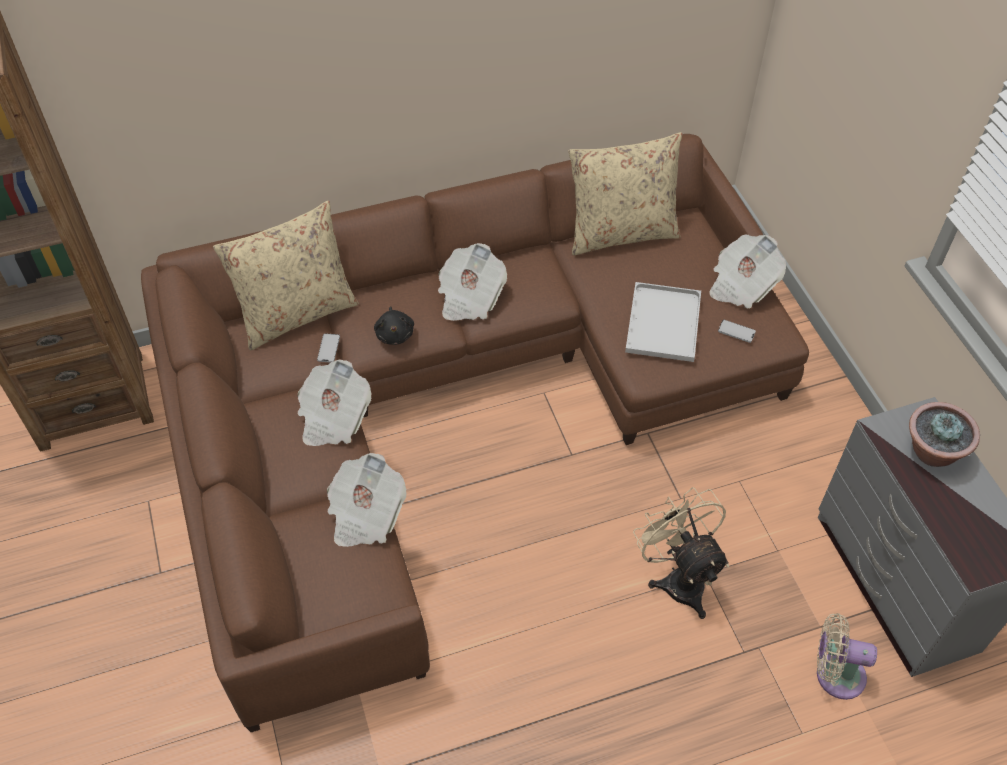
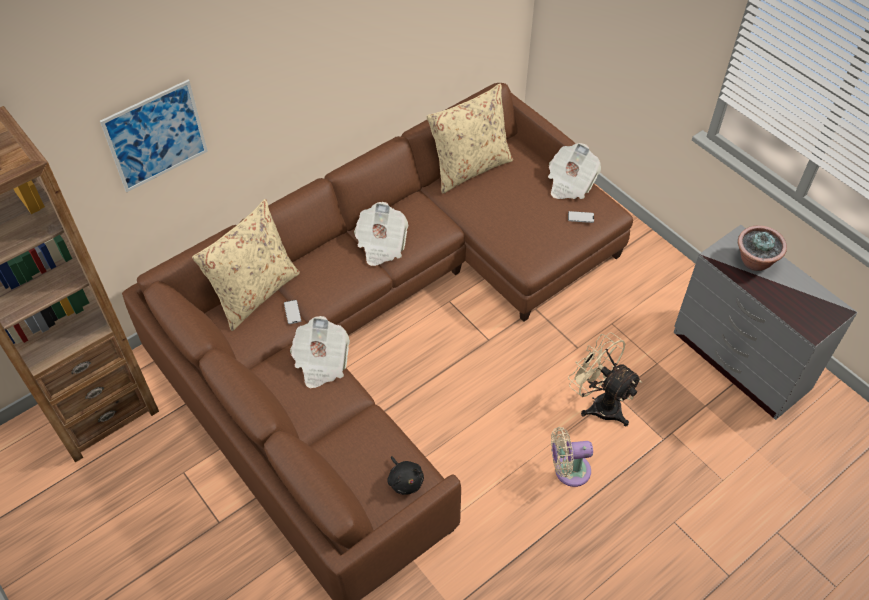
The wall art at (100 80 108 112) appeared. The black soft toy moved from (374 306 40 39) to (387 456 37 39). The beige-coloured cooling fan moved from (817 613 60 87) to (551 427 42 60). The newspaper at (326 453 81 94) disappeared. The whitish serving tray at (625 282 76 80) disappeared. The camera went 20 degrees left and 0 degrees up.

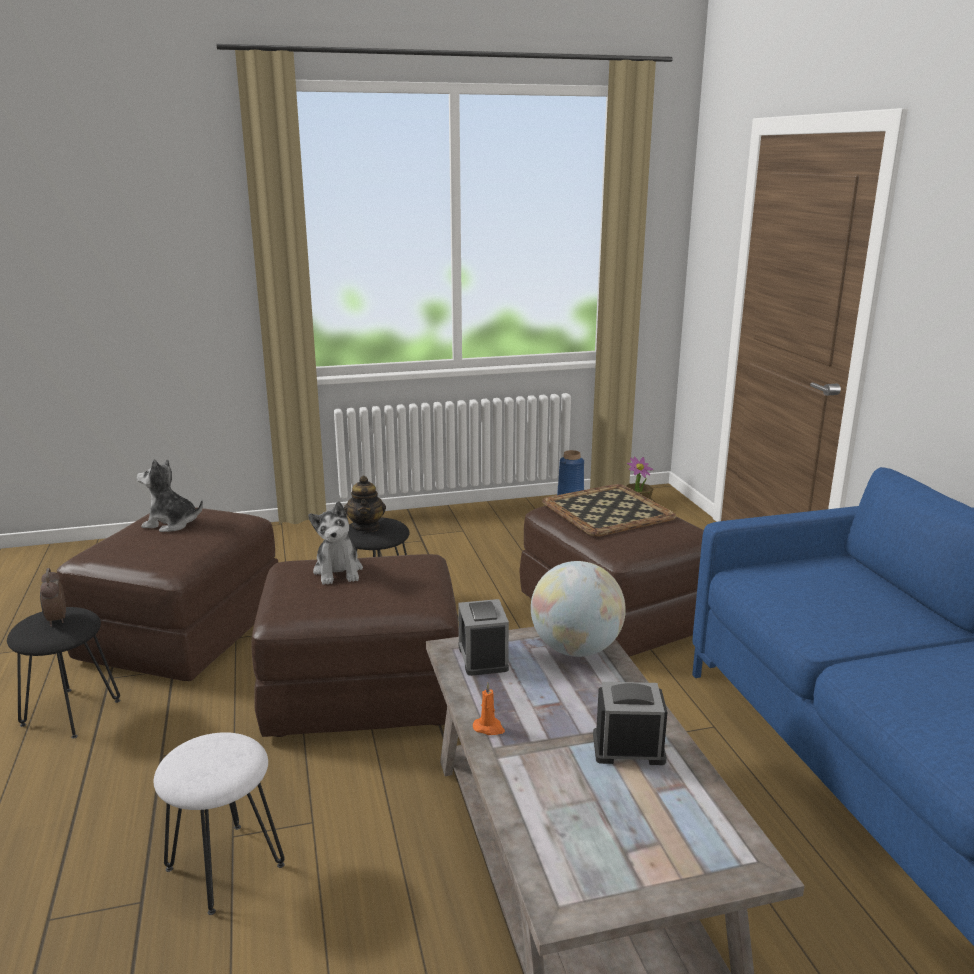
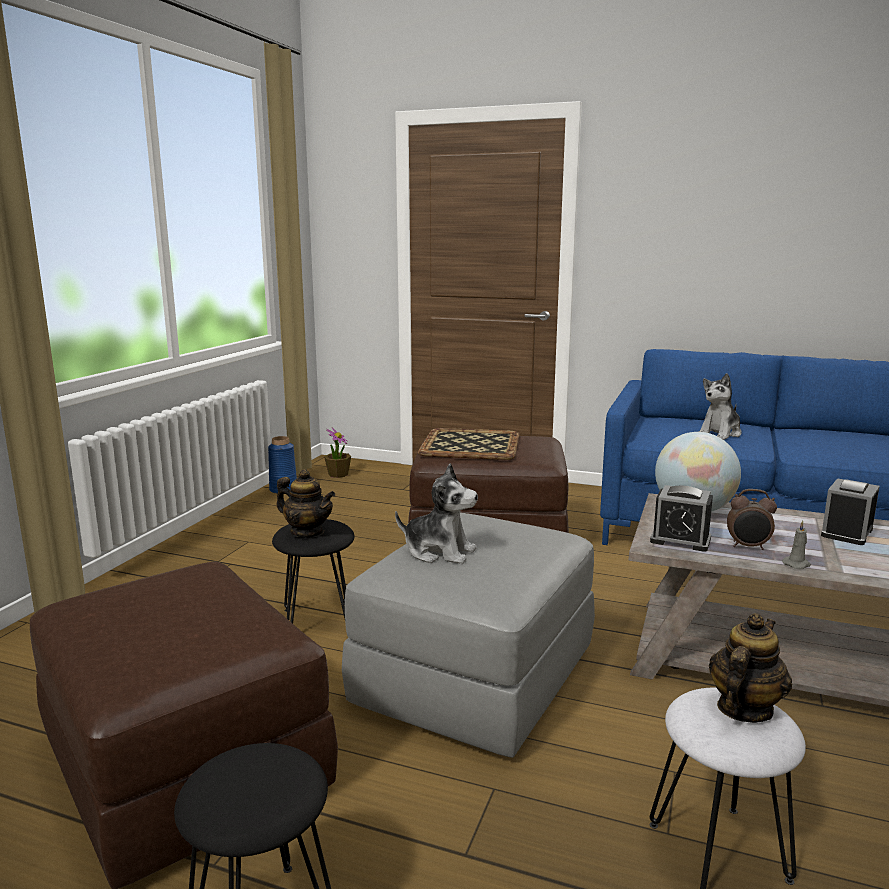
The brown-coloured footrest at (252 554 207 183) became the grey footrest at (342 513 253 245). The soft toy moved from (137 459 66 73) to (698 373 44 67). The pot for tea at (709 613 83 110) appeared. The table clock moved from (40 568 26 59) to (727 489 50 61). The orange wax light at (473 683 32 52) became the grey wax light at (782 520 29 49). The camera went 55 degrees left and 5 degrees down.

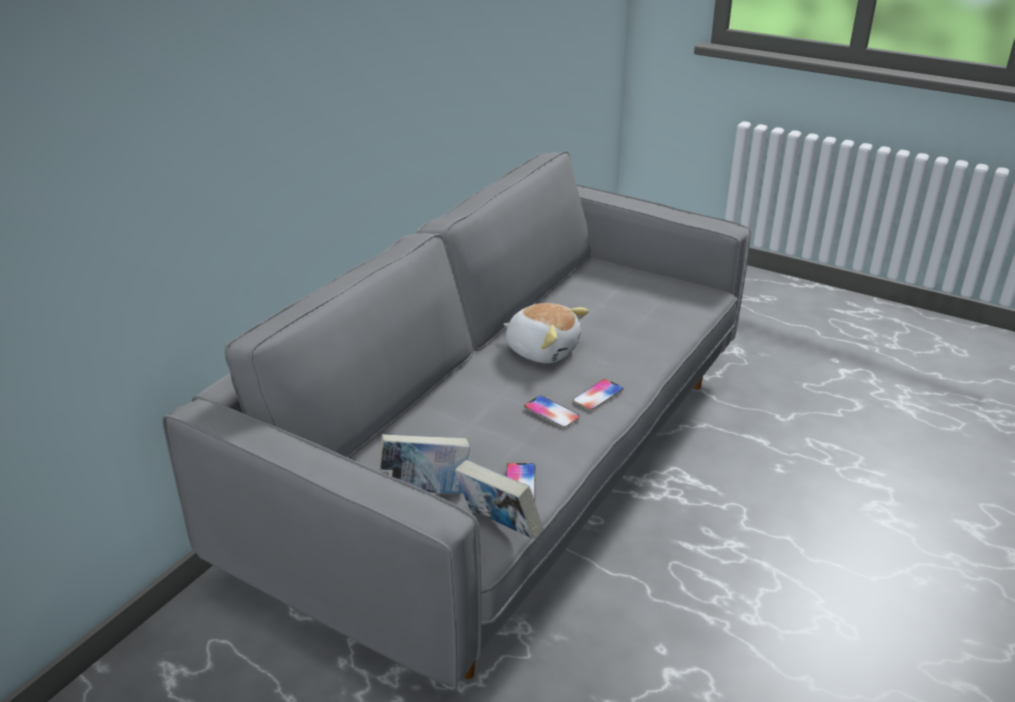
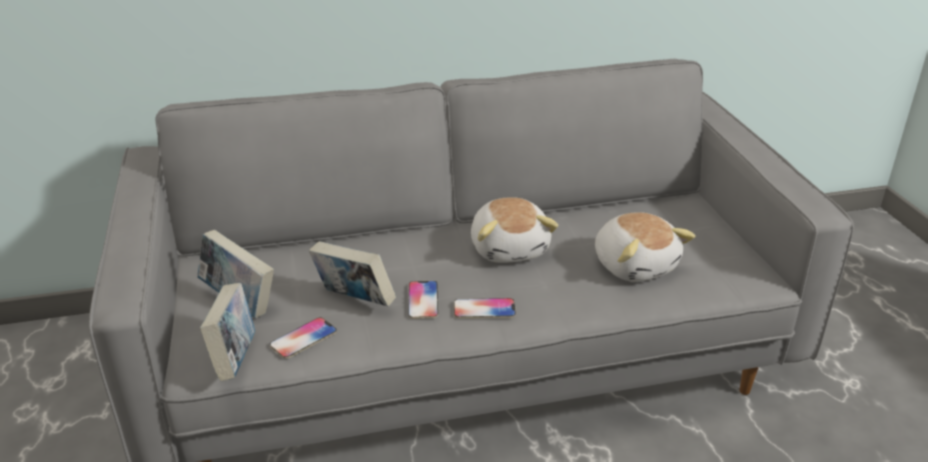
The book at (309 241 87 66) appeared. The soft toy at (595 212 100 70) appeared. The camera went 45 degrees right and 0 degrees up.

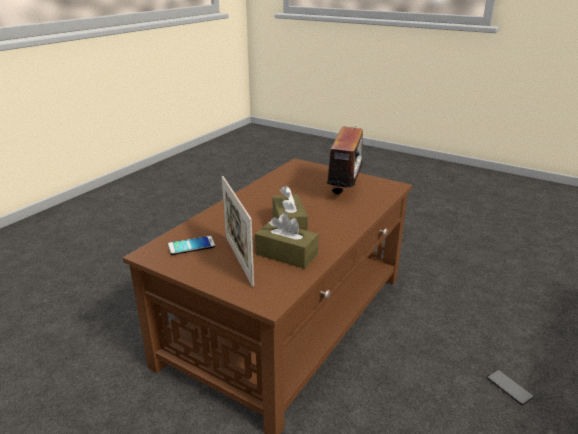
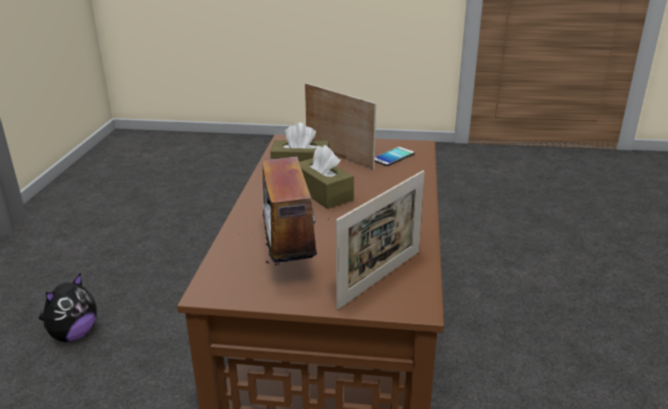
The handset at (487 370 47 35) was replaced by the soft toy at (39 273 58 69). The standing frame at (336 171 89 138) appeared. The camera went 155 degrees right and 0 degrees up.

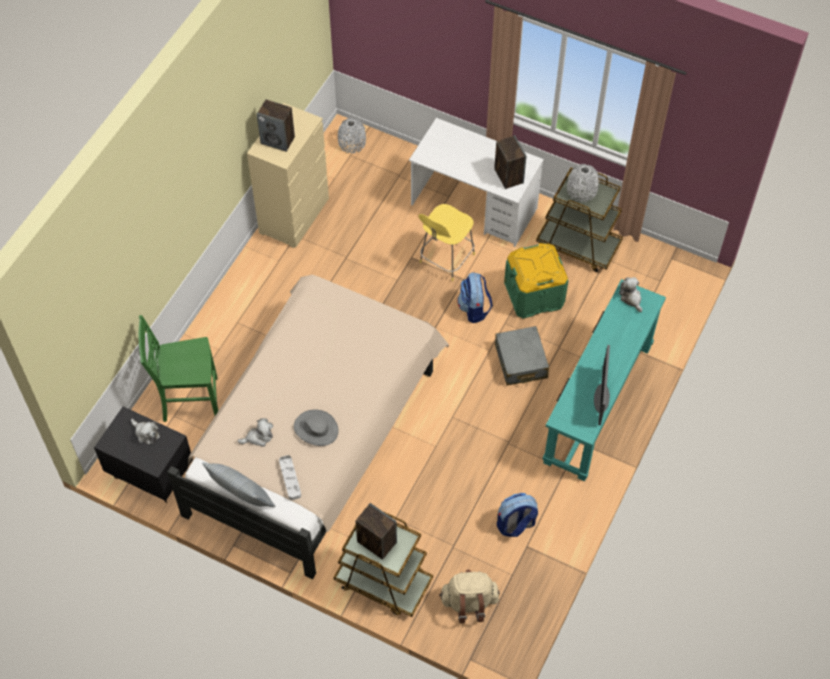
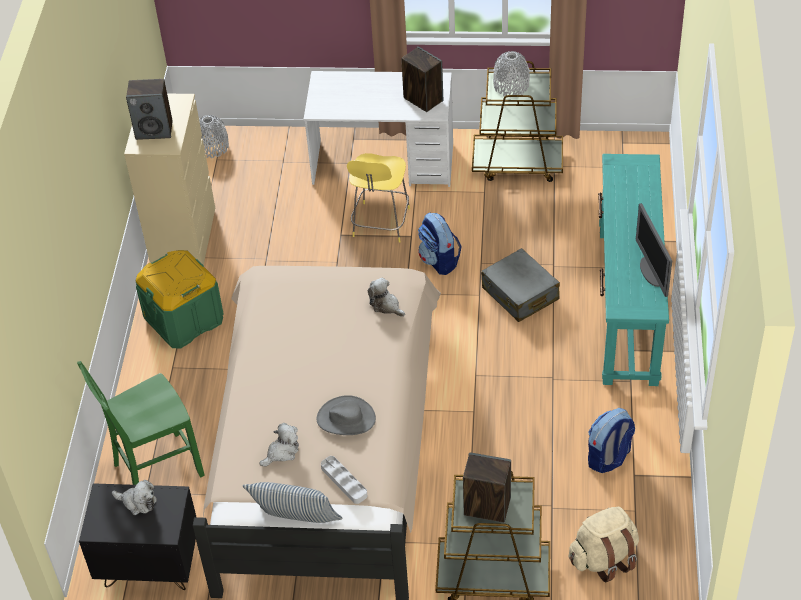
The greenish storage container moved from (504 243 64 75) to (136 250 87 99). The soft toy moved from (619 277 23 35) to (368 278 37 38). The camera went 20 degrees left and 10 degrees down.

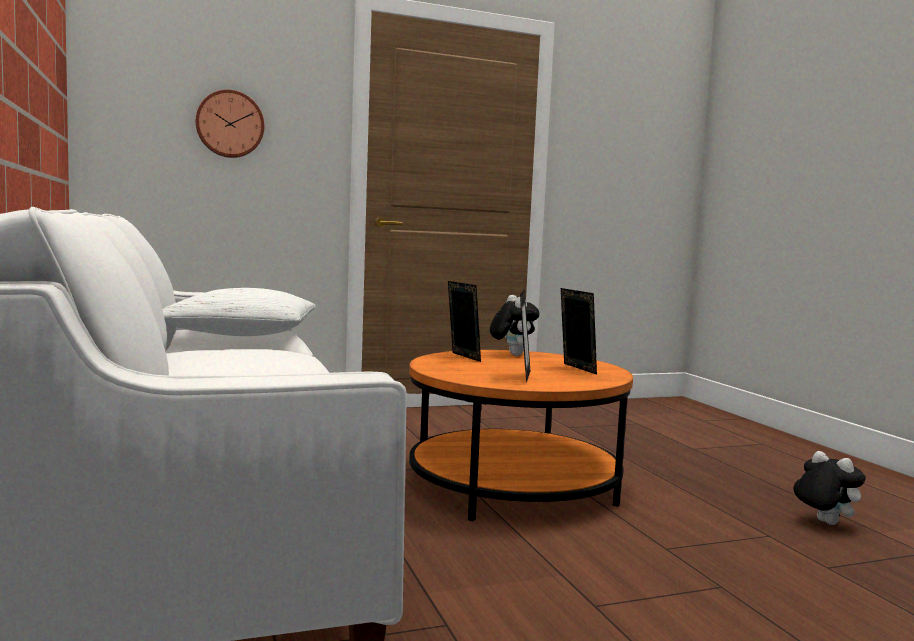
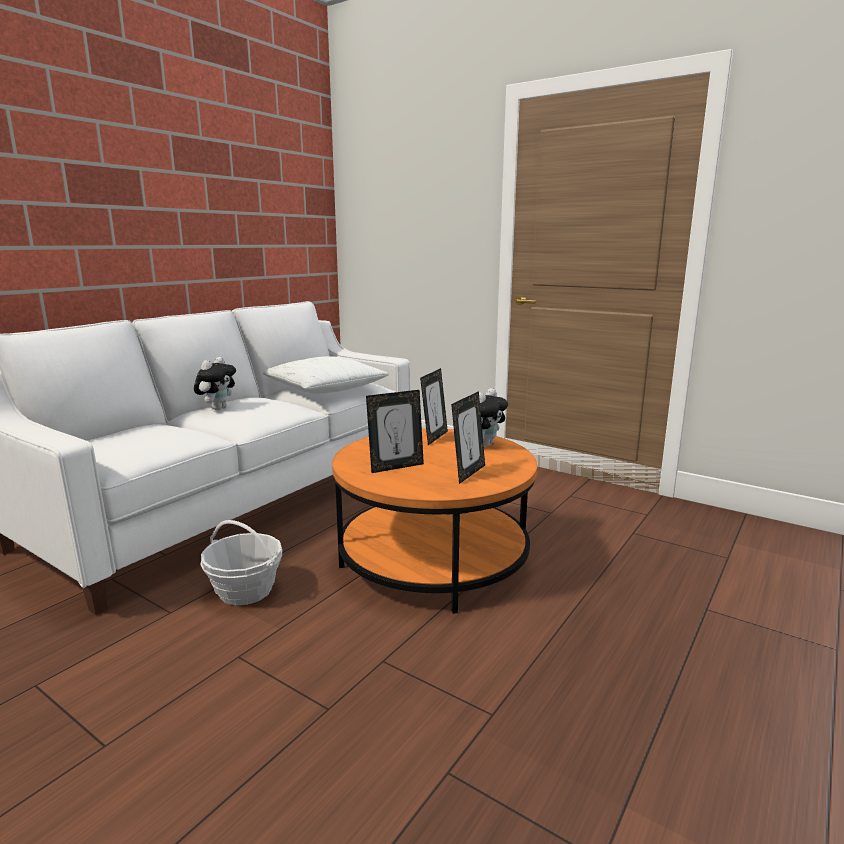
The soft toy moved from (793 451 73 74) to (194 357 42 53). The storage basket at (200 520 82 85) appeared. The wall clock at (196 90 68 68) disappeared. The camera went 55 degrees right and 10 degrees up.

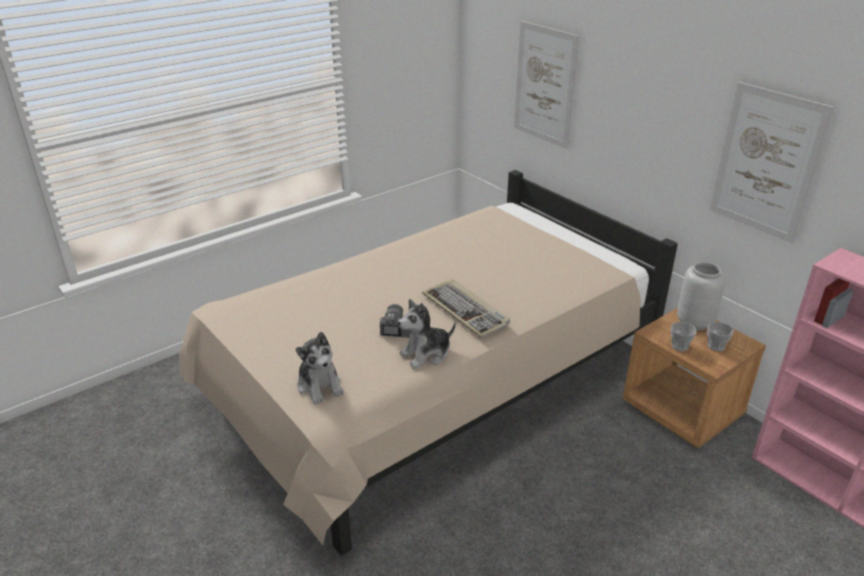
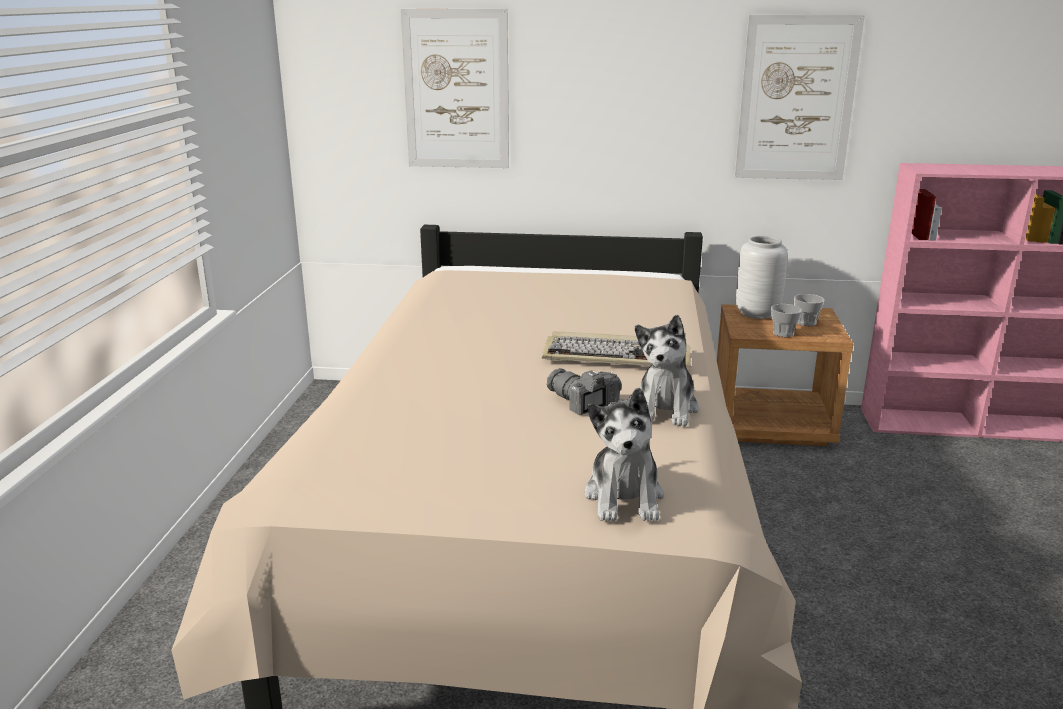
The soft toy at (296 332 48 73) turned 75 degrees clockwise. The camera went 45 degrees left and 10 degrees down.

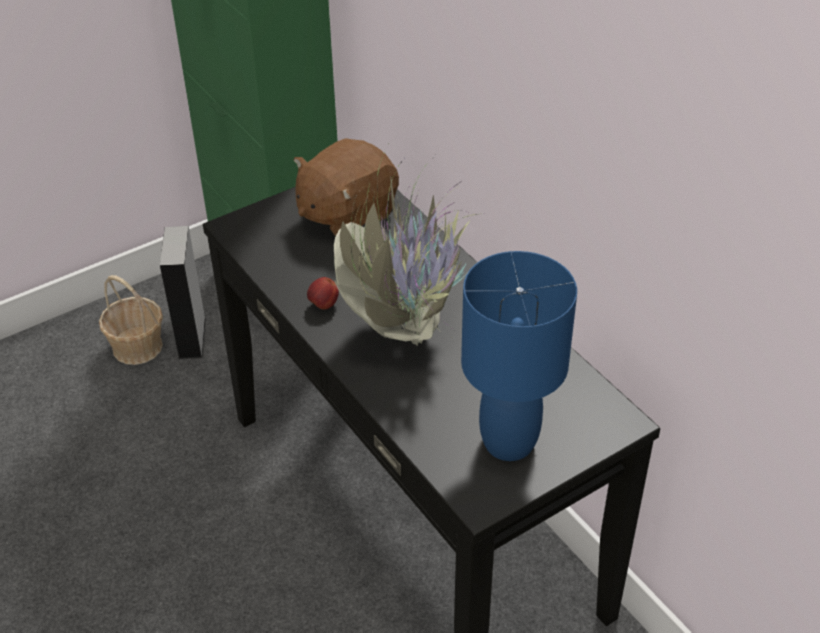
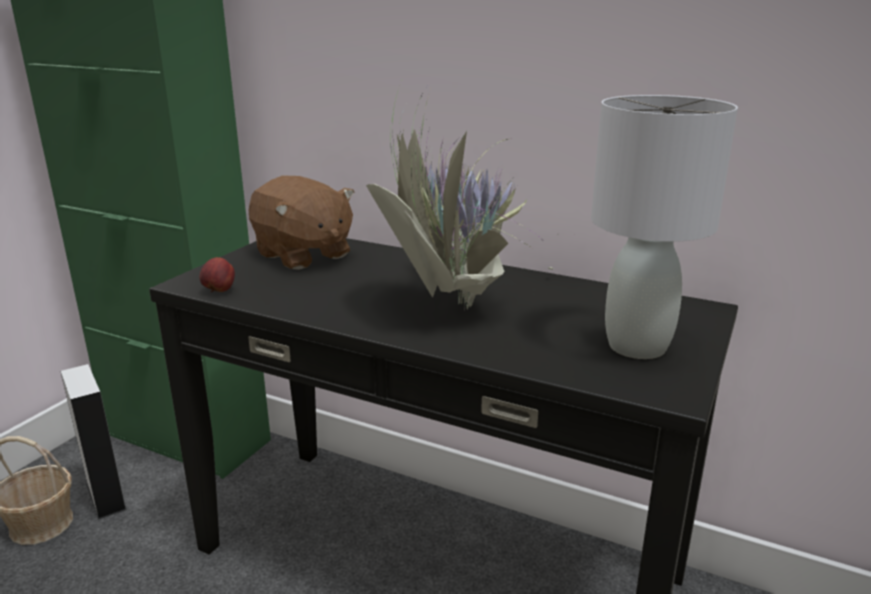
The whole apple moved from (307 277 32 33) to (200 257 35 35). The brown-coloured soft toy at (294 138 105 98) turned 60 degrees counterclockwise. The bluish lamp for a table at (461 251 116 210) became the grey lamp for a table at (591 95 147 264). The camera went 30 degrees left and 20 degrees down.

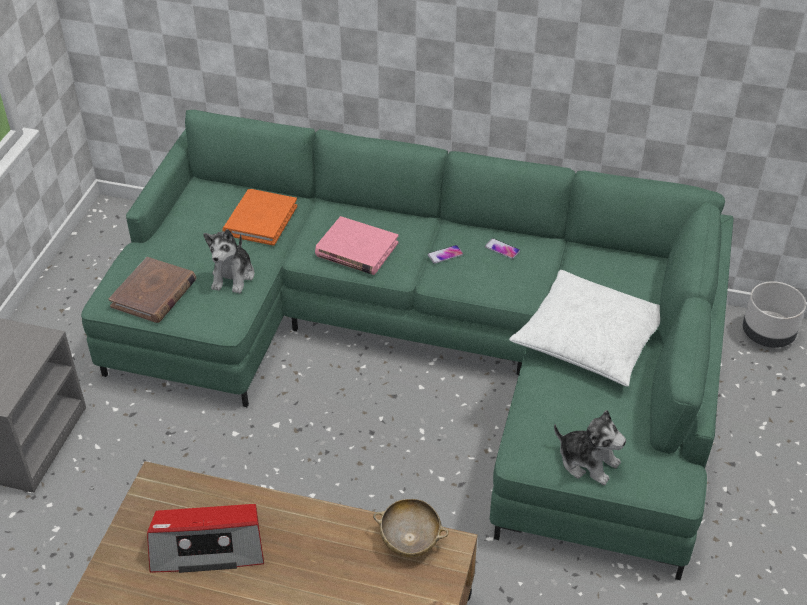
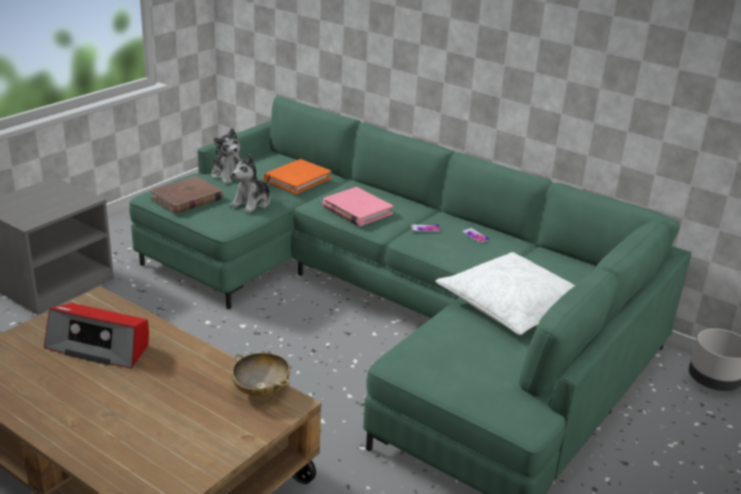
The soft toy moved from (554 410 72 75) to (211 128 29 56). The camera went 20 degrees right and 15 degrees down.

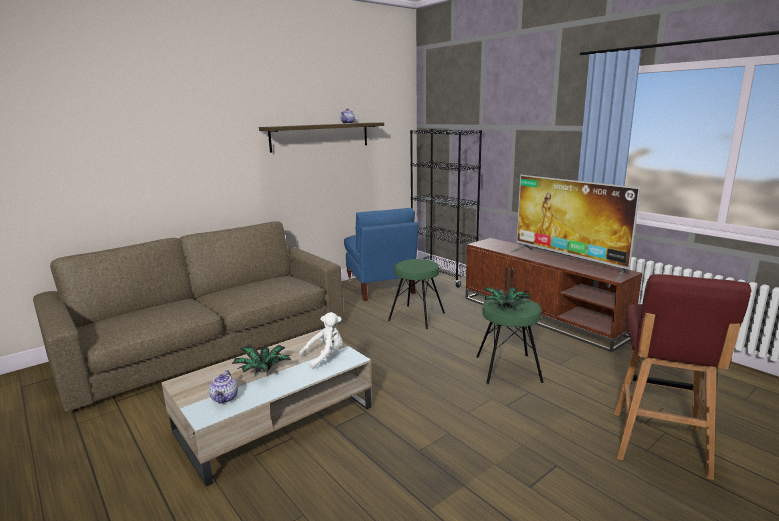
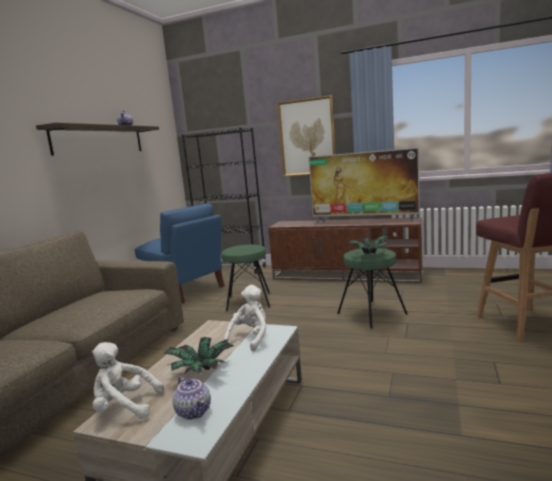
The whitish soft toy at (92 342 72 77) appeared. The wall art at (277 95 59 82) appeared. The camera went 30 degrees left and 5 degrees down.

